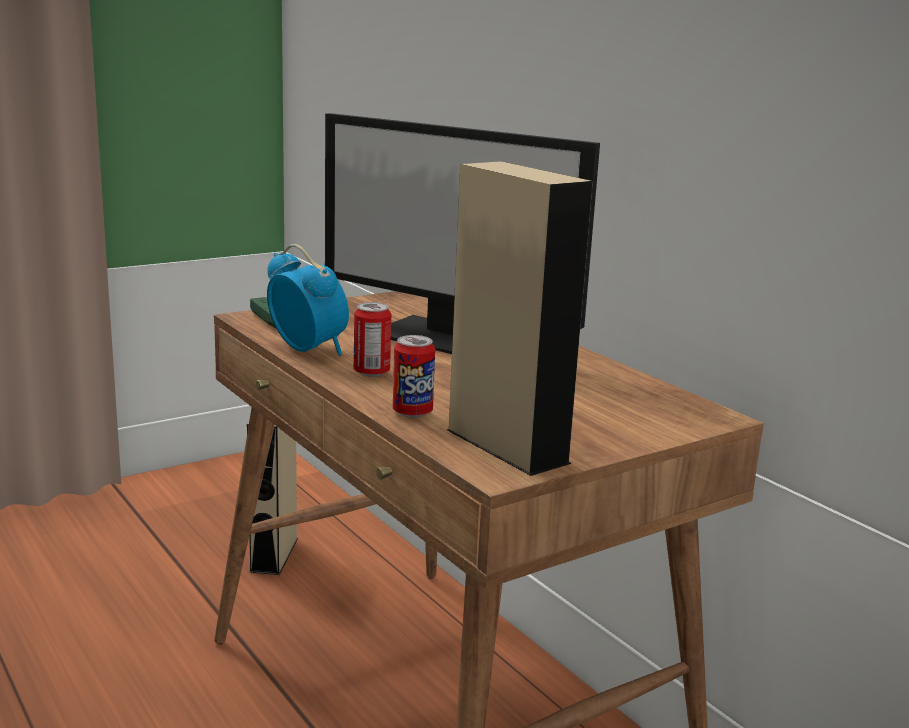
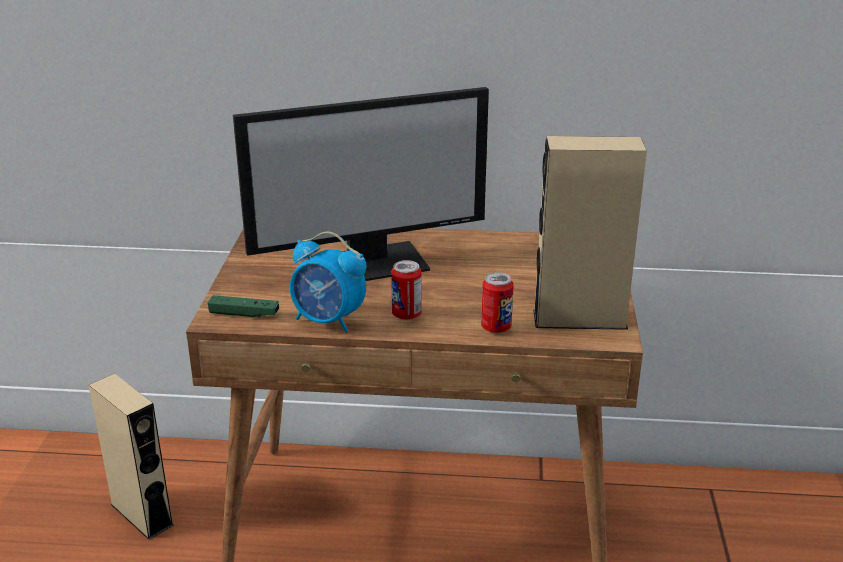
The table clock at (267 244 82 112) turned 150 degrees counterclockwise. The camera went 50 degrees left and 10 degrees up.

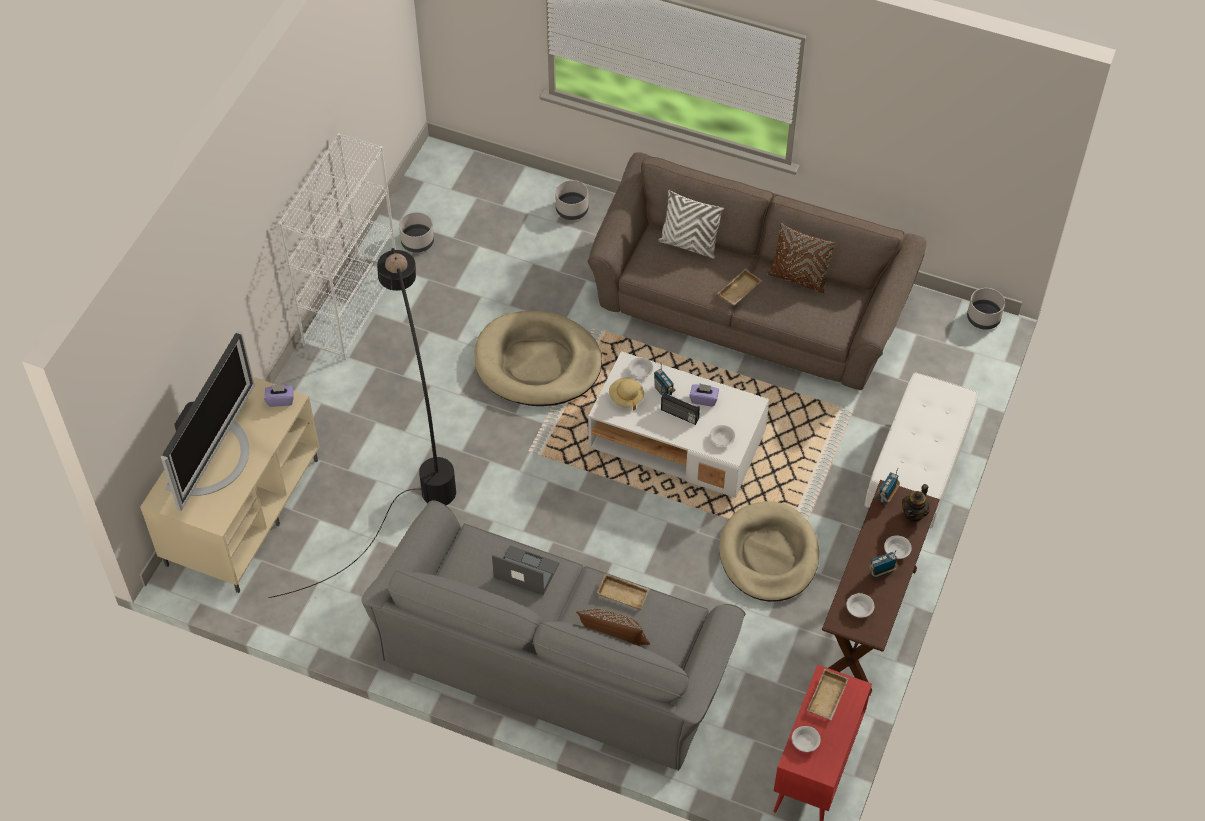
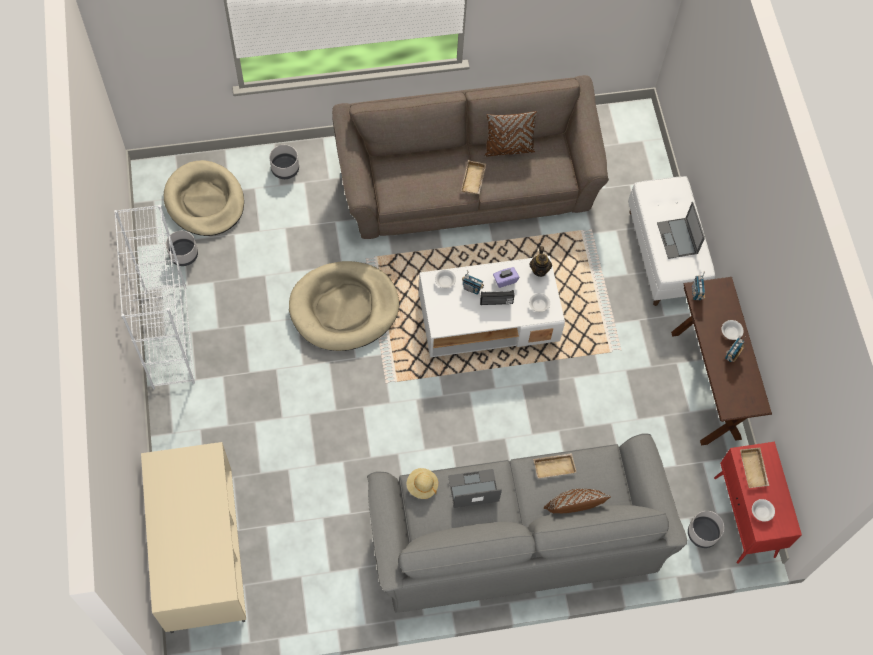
The beige-coloured pet bed moved from (719 501 100 101) to (164 160 80 76). The beige-coloured clothing hat moved from (609 377 35 33) to (407 468 31 31). The pot for tea moved from (902 484 27 38) to (529 246 23 31). The notebook computer at (657 202 48 57) appeared. The grey flower pot moved from (967 288 38 41) to (688 511 36 37). The TV set at (161 330 94 181) disappeared. The purple tissue holder at (264 385 30 22) disappeared. The black standard lamp at (268 248 188 350) disappeared. The whitish throw pillow at (658 190 66 69) disappeared. The whitish bowl at (846 593 28 25) disappeared. The camera went 35 degrees left and 10 degrees up.

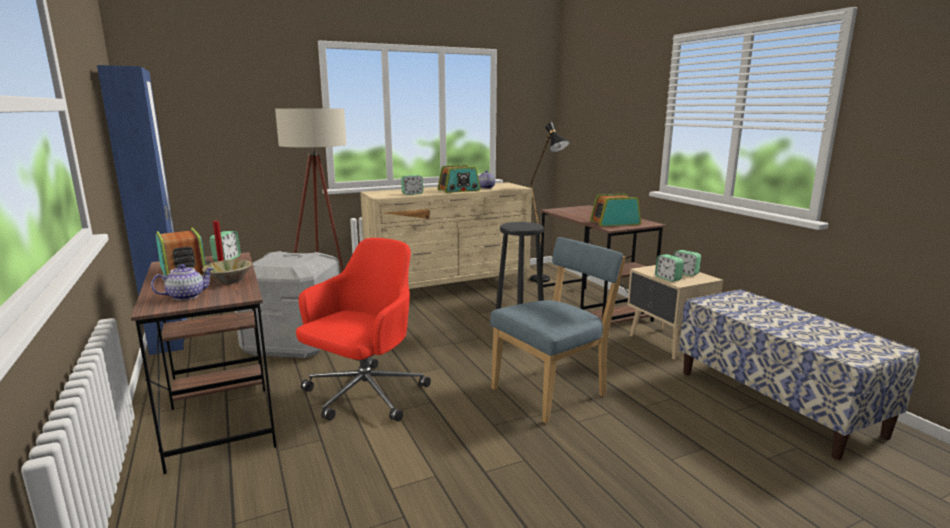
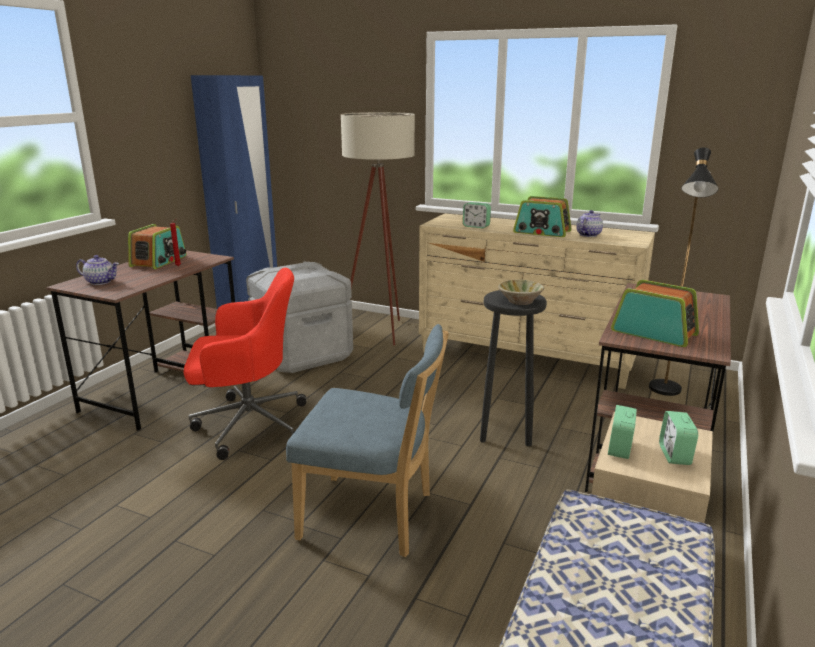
The beige-coloured bowl moved from (202 259 50 25) to (498 280 46 25). The table clock at (210 231 31 31) disappeared. The camera went 50 degrees right and 5 degrees up.

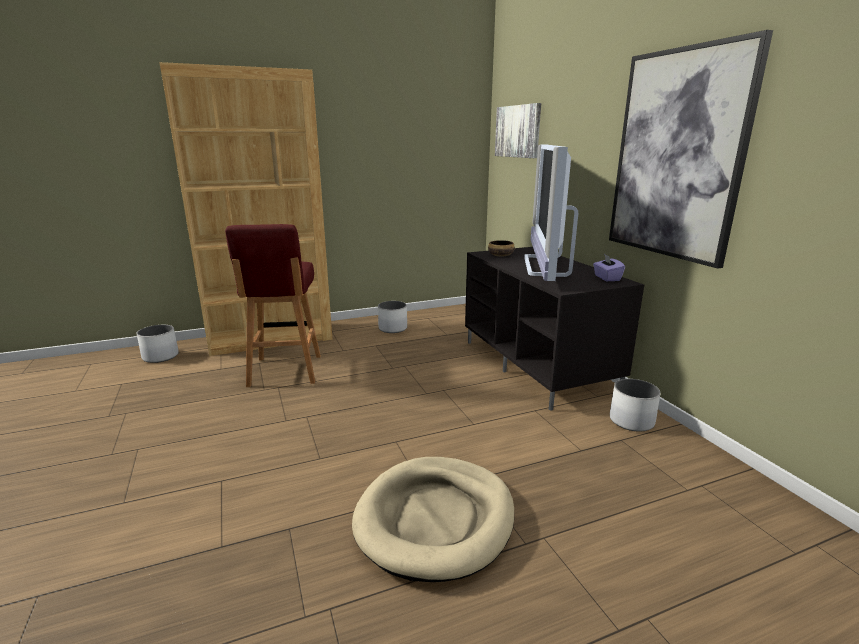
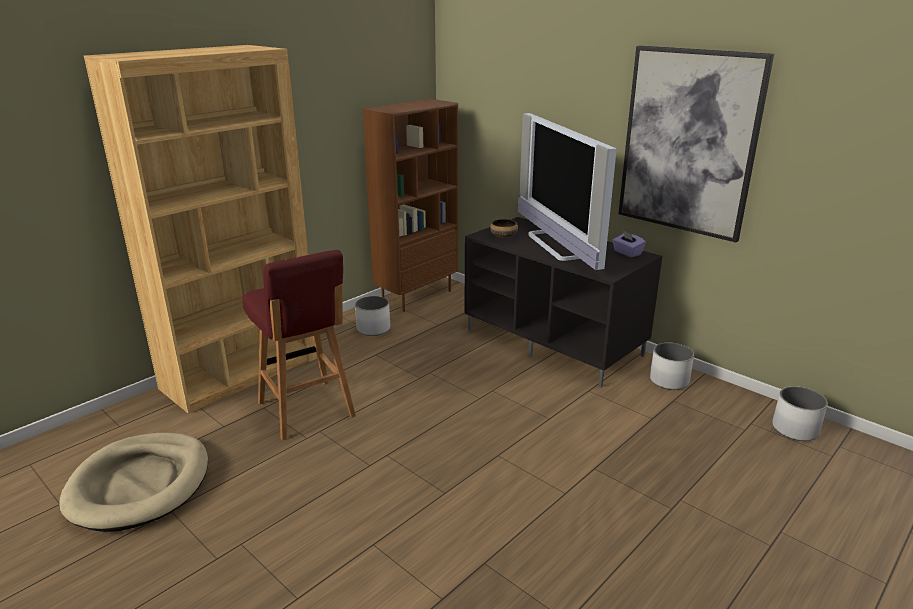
The beige-coloured pet bed moved from (352 457 162 125) to (59 433 149 99). The brown-coloured bookshelf at (363 99 95 213) appeared. The whitish flower pot moved from (137 325 42 38) to (772 386 56 55). The wall art at (495 103 46 55) disappeared. The camera went 25 degrees left and 5 degrees up.

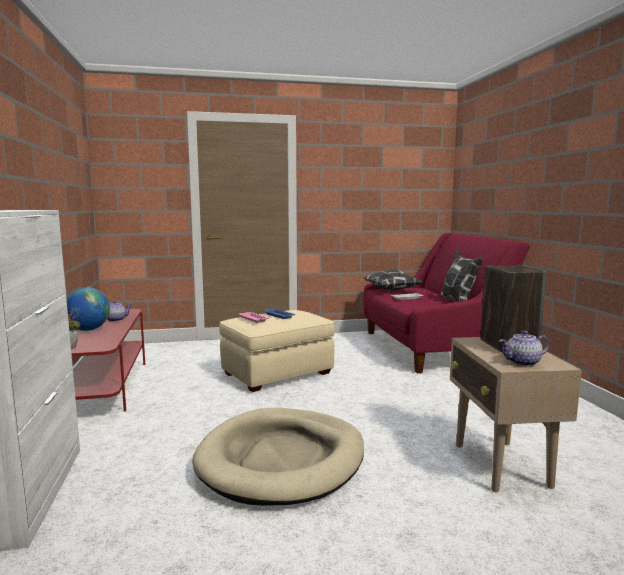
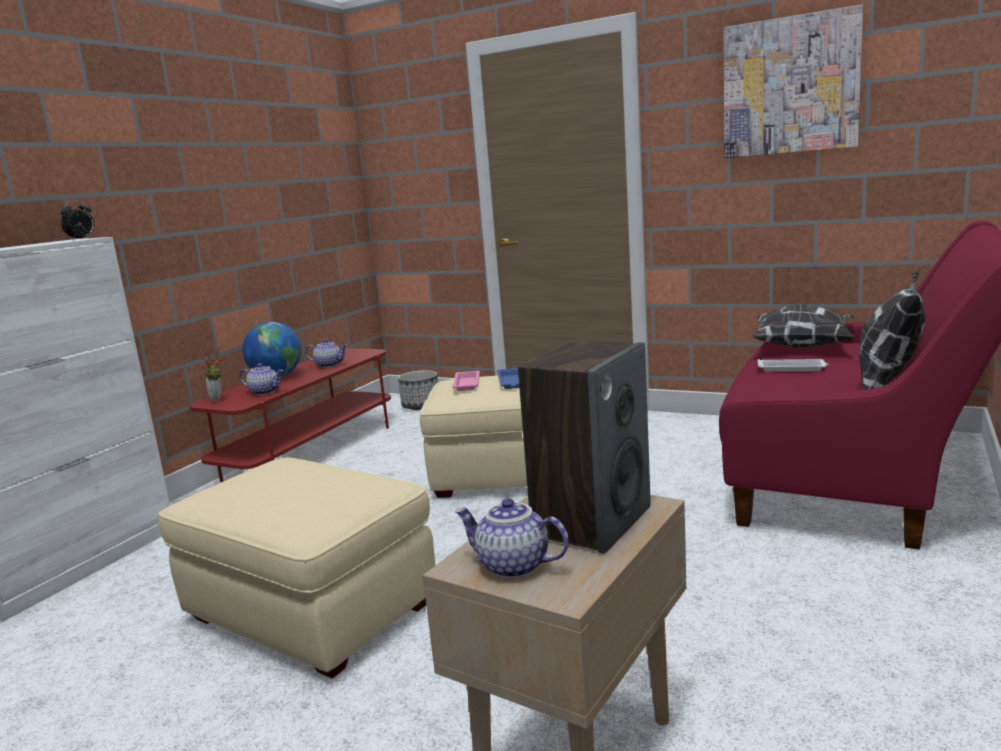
The table clock at (60 200 35 40) appeared. The beige-coloured pet bed at (192 408 172 98) was replaced by the beige-coloured footrest at (158 458 277 220). The pot for tea at (239 363 45 32) appeared. The flower pot at (398 370 40 40) appeared. The wall art at (724 4 140 154) appeared. The camera went 40 degrees right and 5 degrees up.

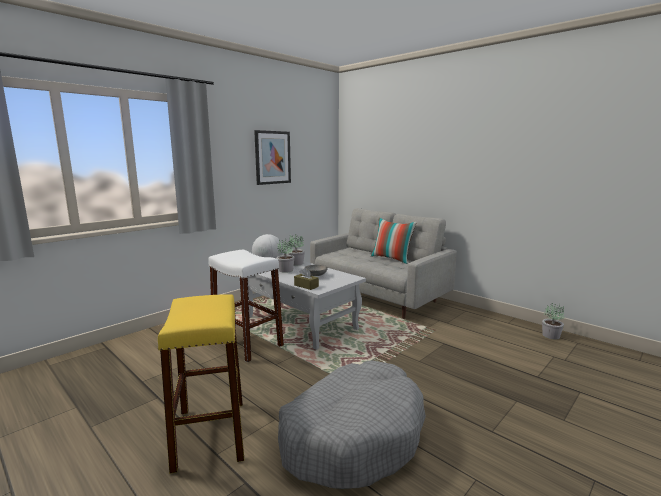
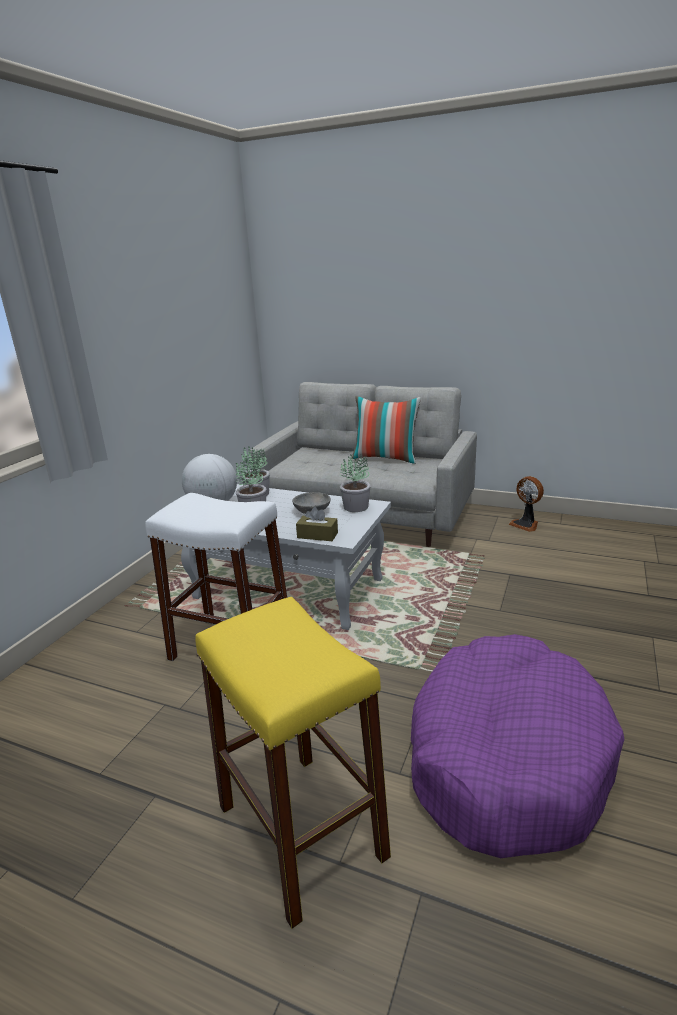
The houseplant moved from (542 303 22 37) to (340 454 31 58). The grey pet bed at (278 360 148 129) became the purple pet bed at (411 634 213 224). The cooling fan at (509 476 35 56) appeared. The wall art at (254 130 37 55) disappeared. The camera went 20 degrees left and 10 degrees up.

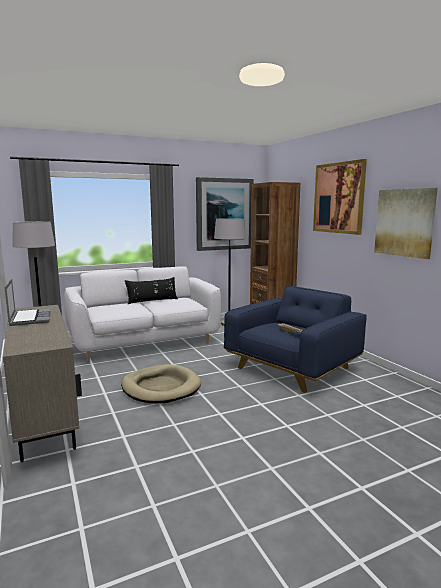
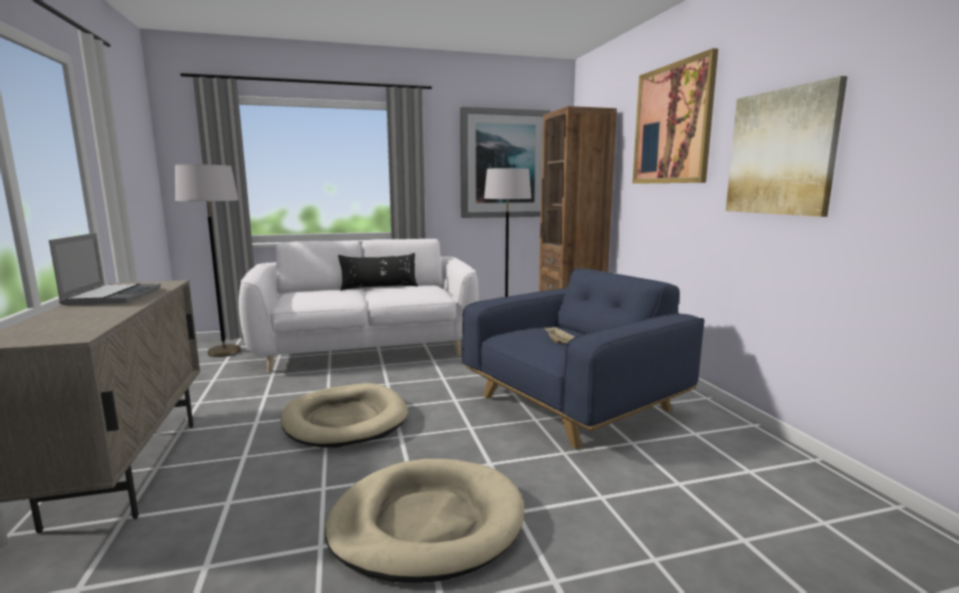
The beige-coloured pet bed at (325 459 199 124) appeared. The camera went 10 degrees right and 0 degrees up.

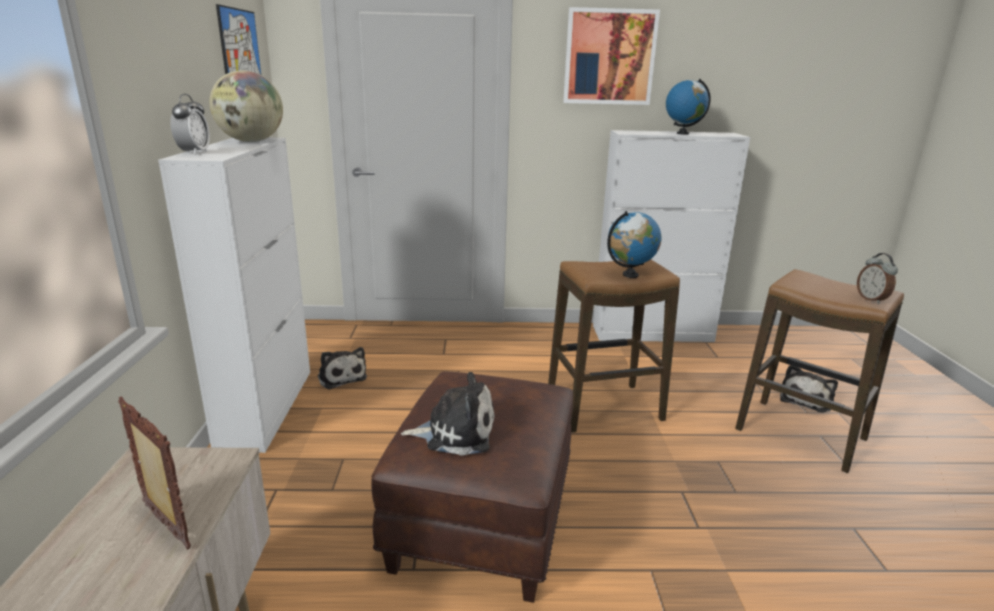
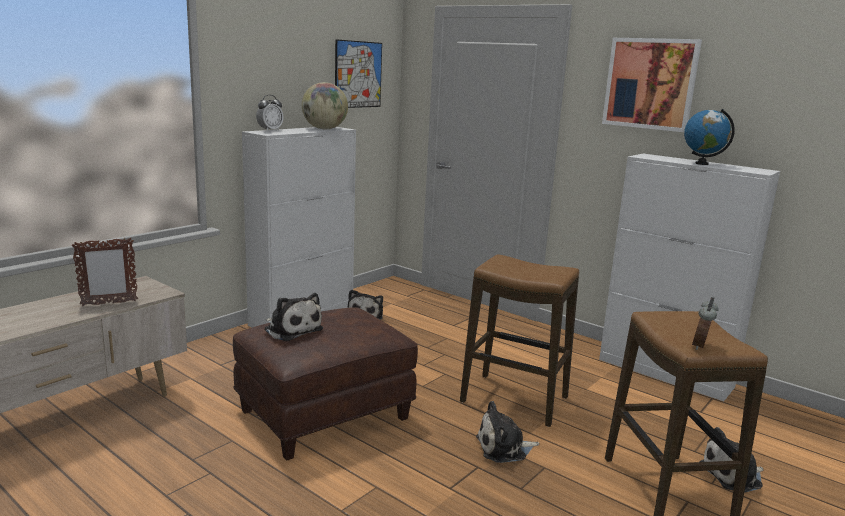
The standing frame at (118 396 73 154) turned 75 degrees clockwise. The soft toy at (476 401 63 62) appeared. The globe at (607 211 55 67) disappeared. The camera went 40 degrees right and 5 degrees down.

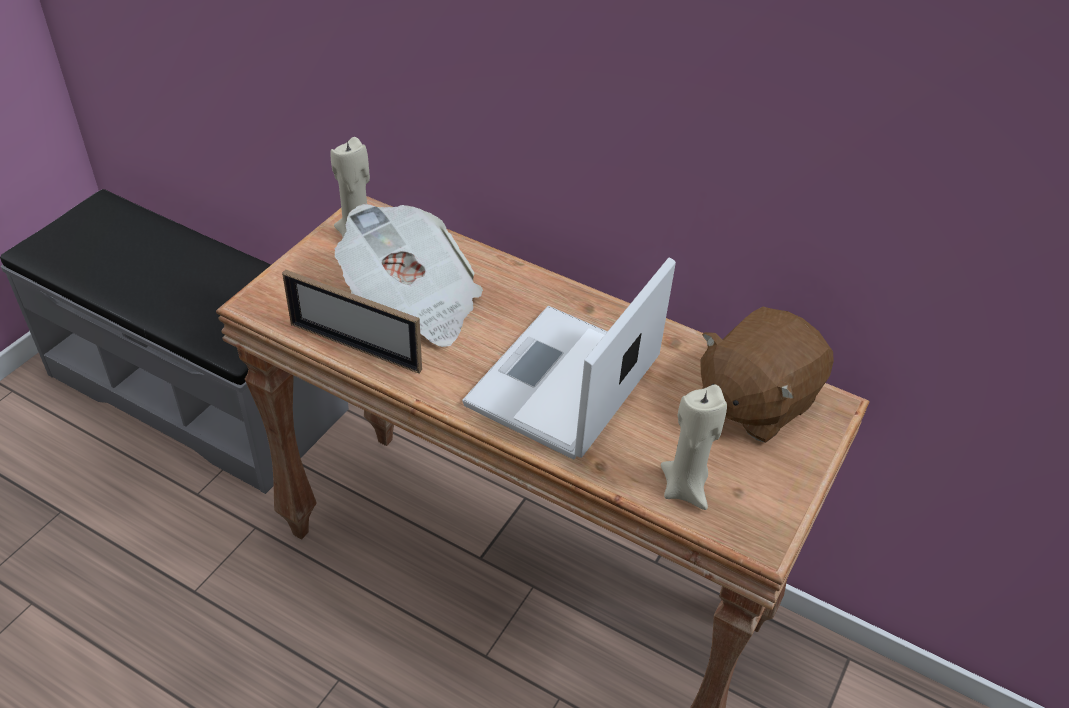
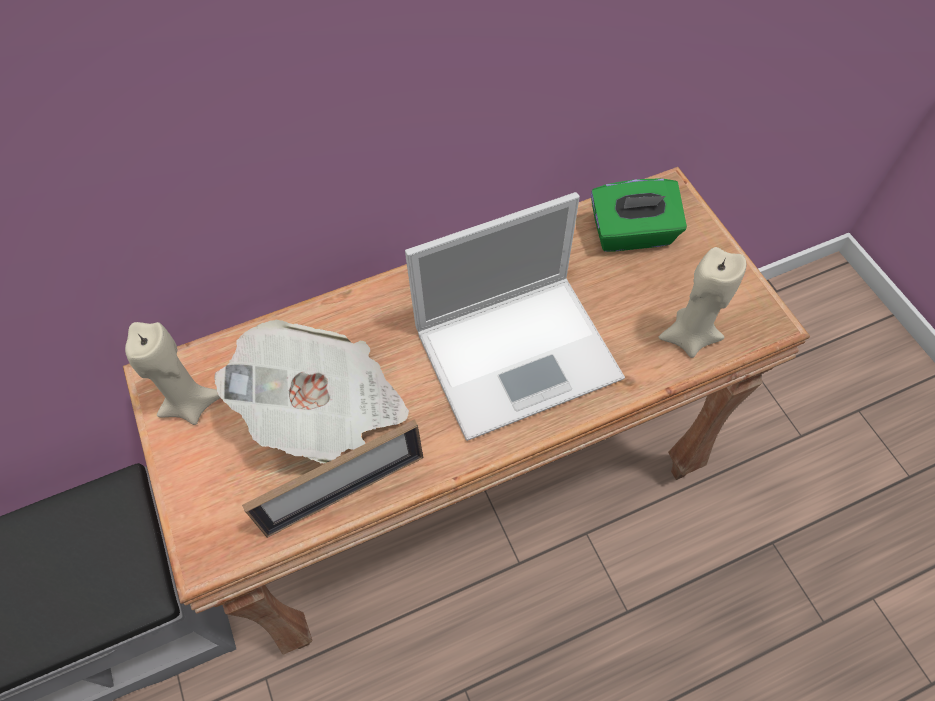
The notebook computer at (462 257 214 203) turned 90 degrees counterclockwise. The brown-coloured soft toy at (701 307 133 136) was replaced by the greenish tissue holder at (591 179 96 73). The camera went 50 degrees left and 15 degrees up.

